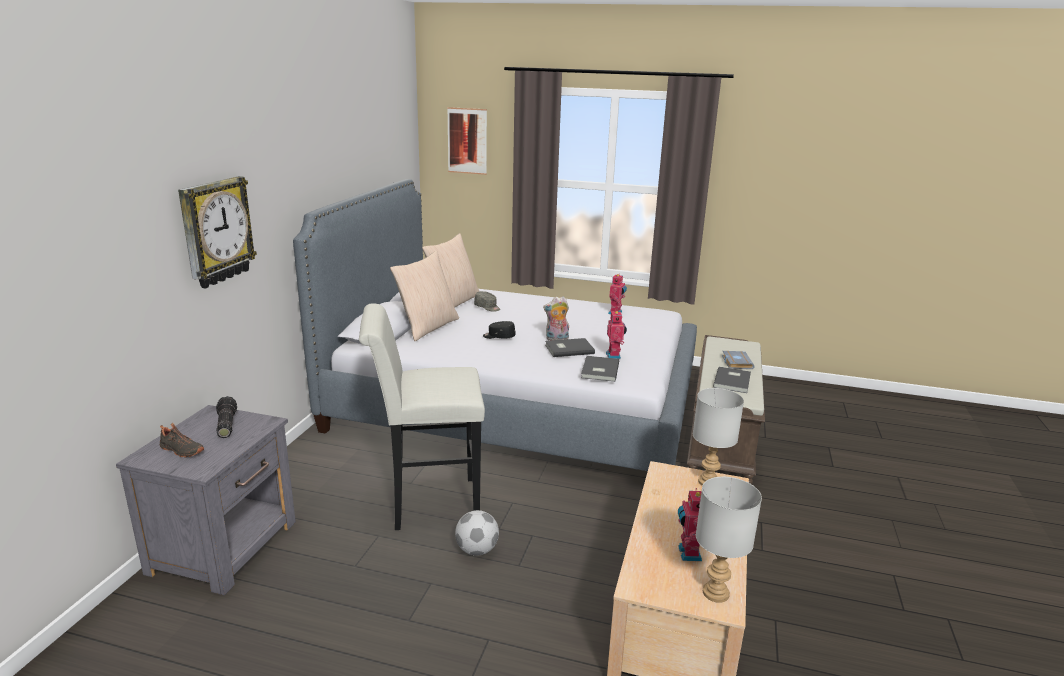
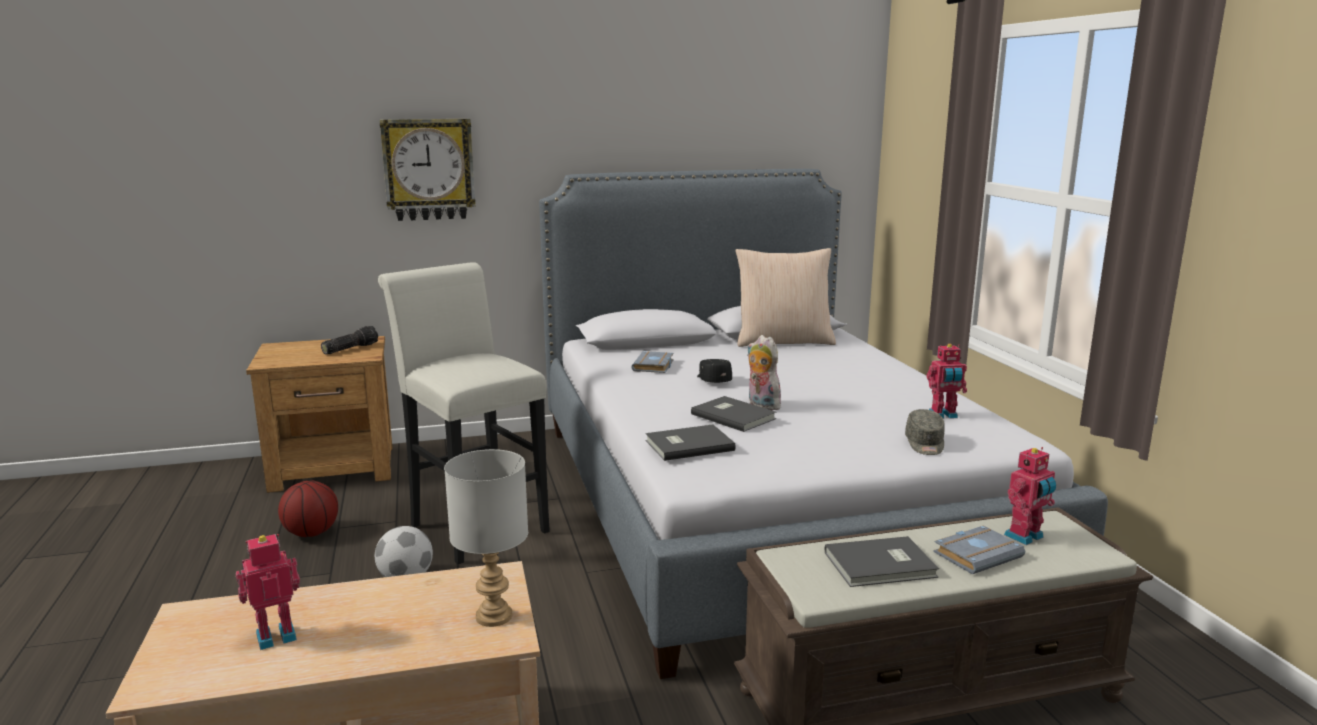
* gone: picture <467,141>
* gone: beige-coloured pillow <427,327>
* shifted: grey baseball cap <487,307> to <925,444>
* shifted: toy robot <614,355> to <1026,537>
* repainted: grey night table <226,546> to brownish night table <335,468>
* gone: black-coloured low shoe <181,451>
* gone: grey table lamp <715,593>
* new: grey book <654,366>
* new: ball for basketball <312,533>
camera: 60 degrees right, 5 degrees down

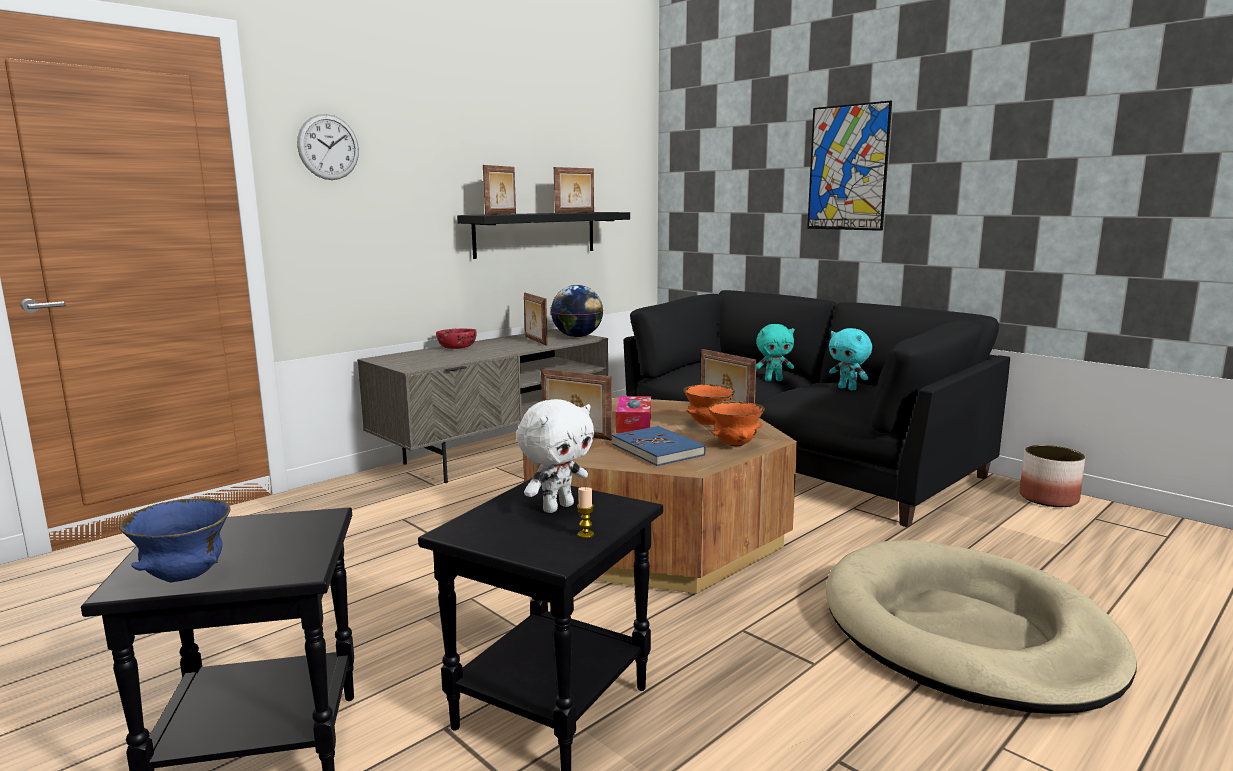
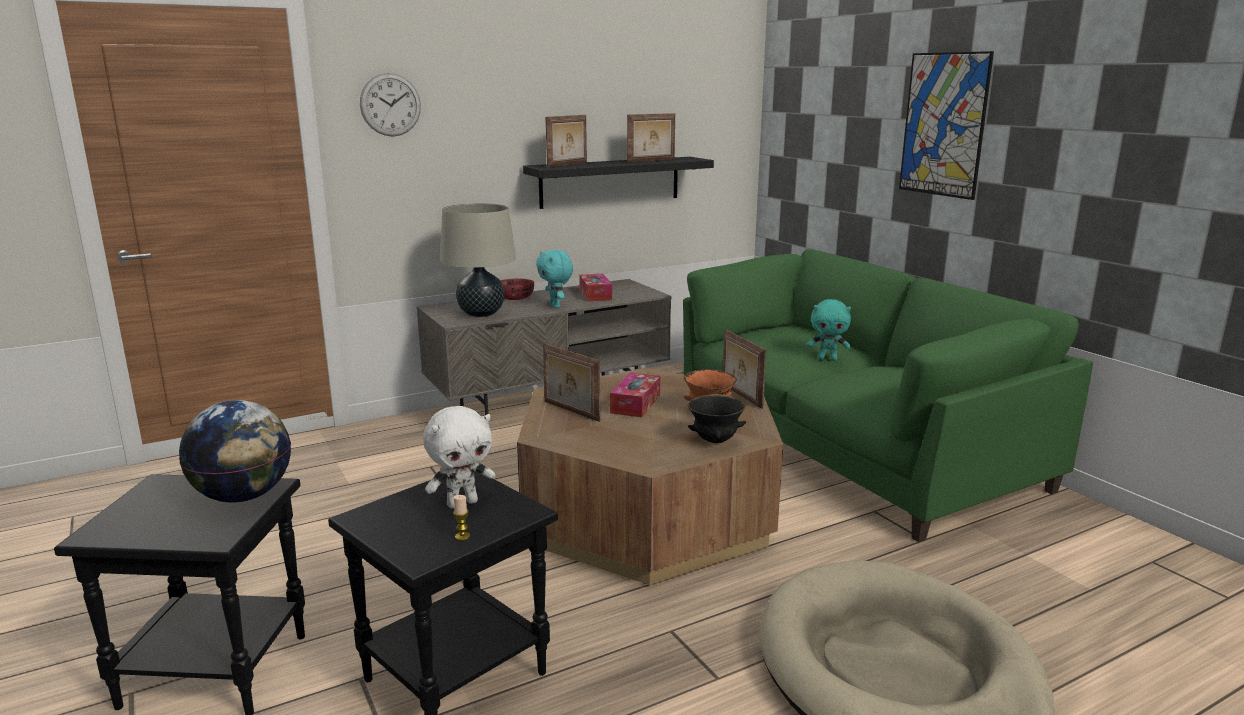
* shifted: world globe <577,336> to <243,496>
* repainted: black-coloured couch <797,460> to green couch <851,445>
* swapped: picture frame <535,341> to tissue box <595,294>
* shifted: turquoise cuddly toy <848,388> to <555,306>
* repainted: orange deep dish <735,444> to black-coloured deep dish <715,441>
* gone: bluish book <658,450>
* gone: plant pot <1049,498>
* gone: bluish deep dish <184,578>
* new: beige-coloured table lamp <481,313>
camera: 15 degrees right, 5 degrees up

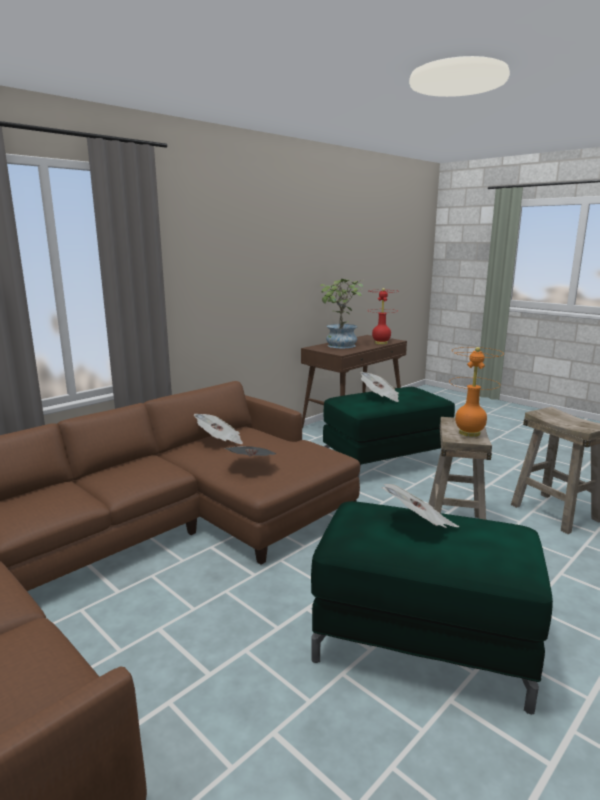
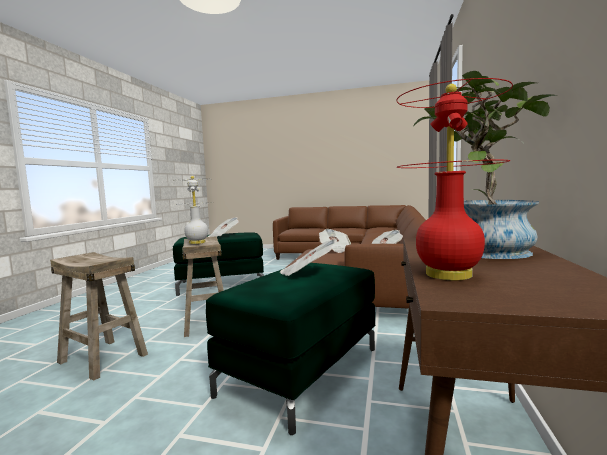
* repainted: orange table lamp <469,433> to white table lamp <197,242>
camera: 150 degrees right, 10 degrees down

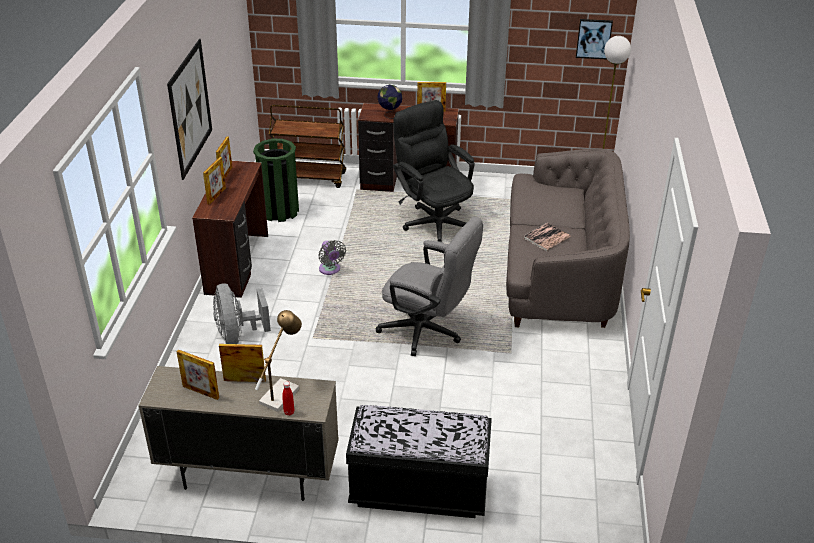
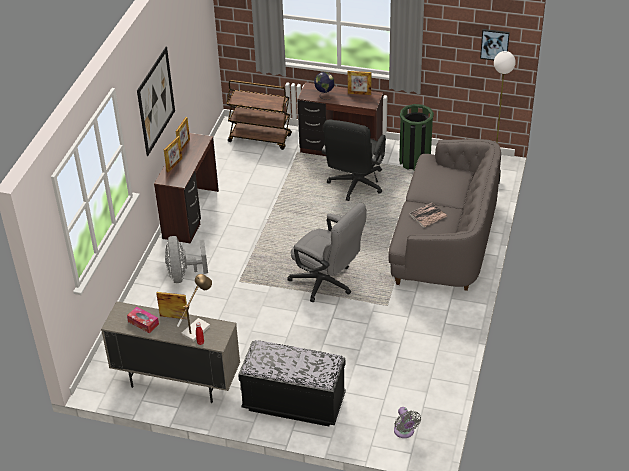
* rotated: black-coloured computer chair <434,221> = <354,186> 135 degrees counterclockwise
* shifted: green trash can <280,211> to <414,161>
* shifted: grey cooling fan <330,270> to <404,432>
* swapped: picture frame <200,392> to tissue box <143,323>
camera: 10 degrees right, 5 degrees up

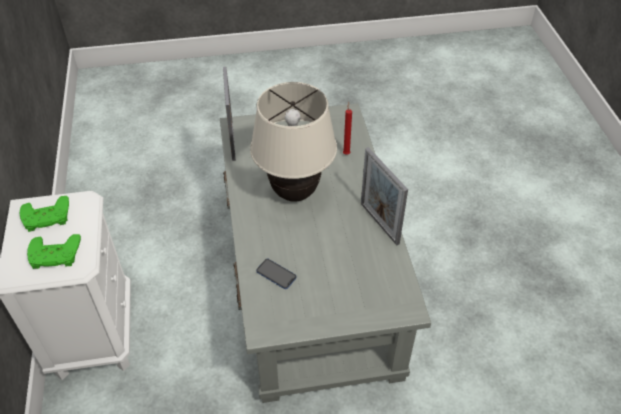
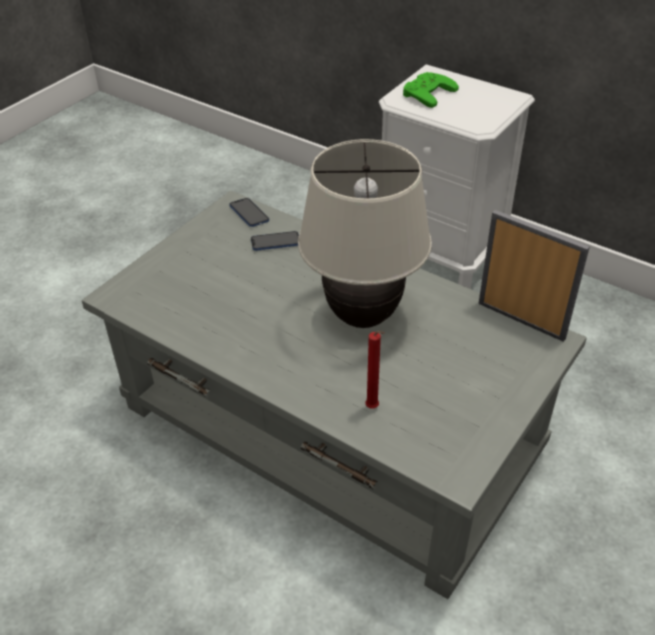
* gone: picture frame <379,223>
* gone: green joypad <46,218>
* new: telephone <249,213>
camera: 135 degrees right, 5 degrees down

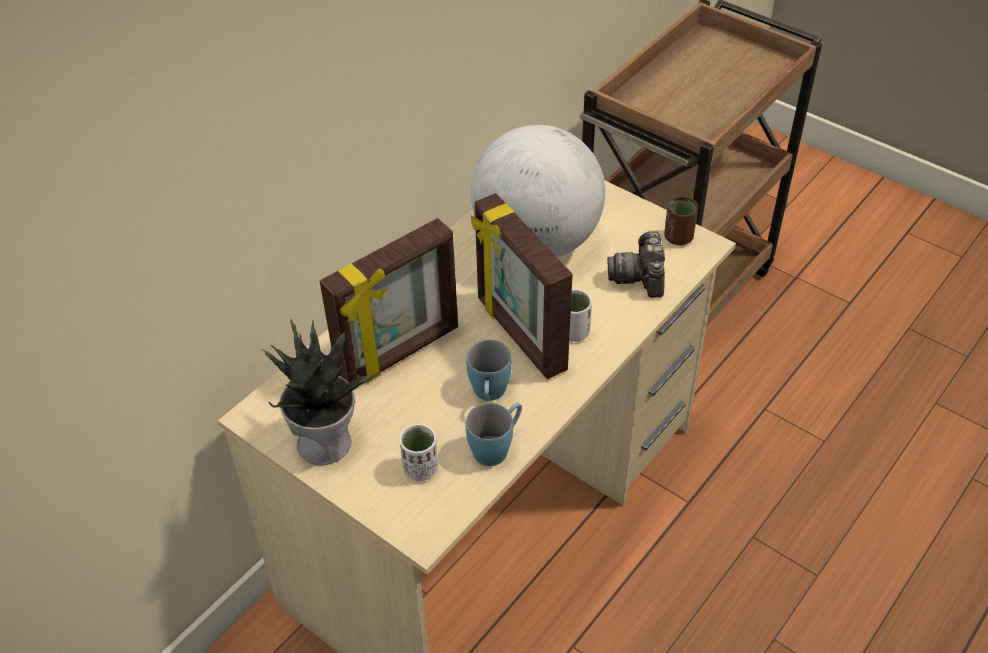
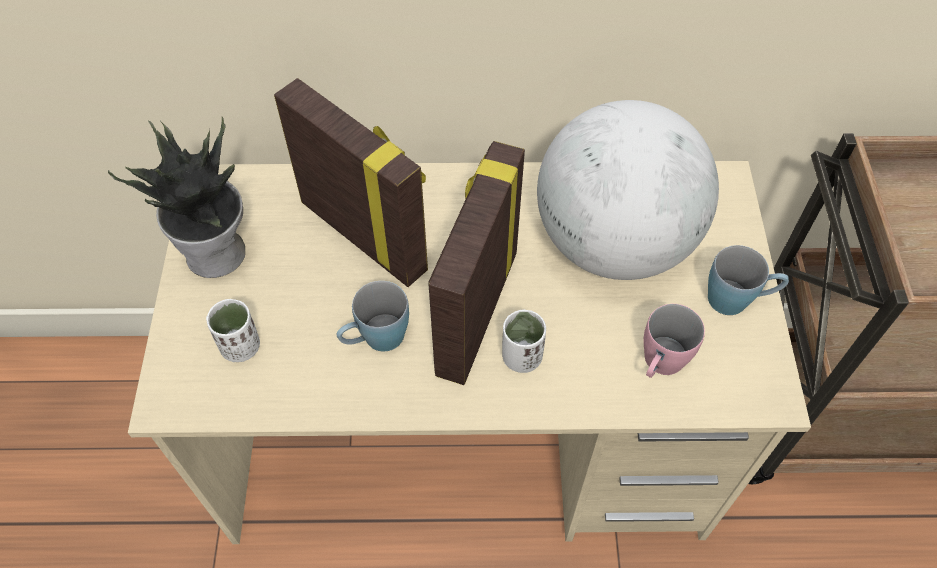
* gone: brownish small cup <678,237>
* rotated: picture frame <400,354> = <365,235> 150 degrees counterclockwise
* swapped: still camera <640,276> to pink mug <659,365>
* shifted: bluish mug <496,446> to <737,299>
camera: 50 degrees right, 10 degrees up

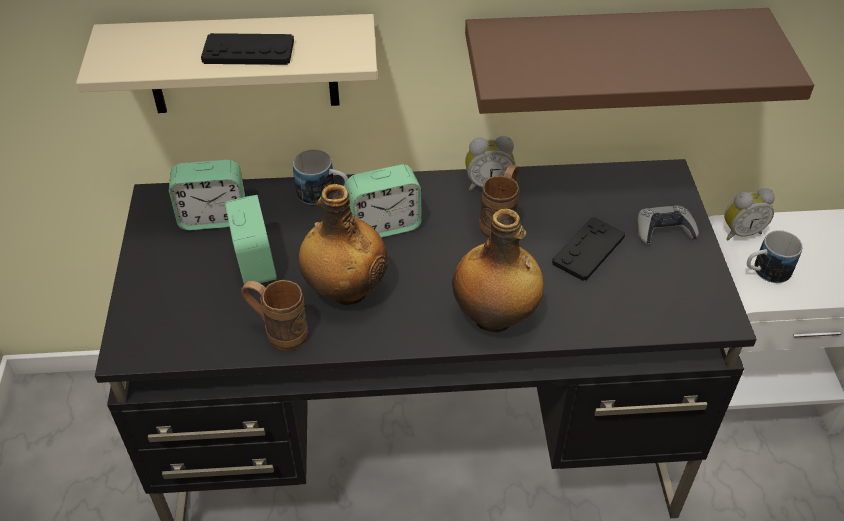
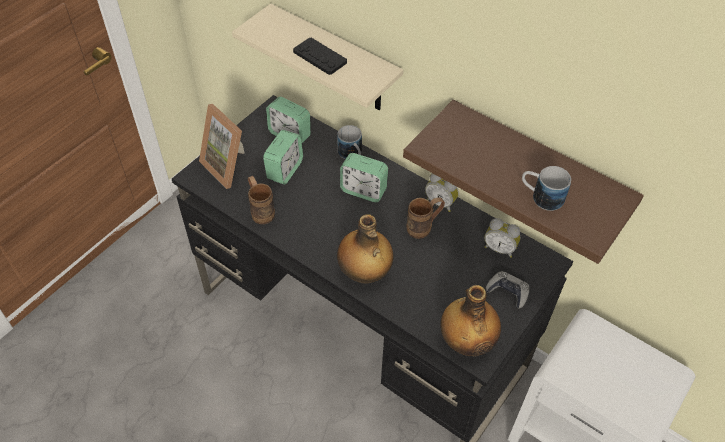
* shifted: bottle <346,290> to <466,342>
* shifted: bedside clock <740,232> to <499,248>
* gone: black-coloured joypad <588,250>
* shifted: mug <764,272> to <541,197>
* new: picture frame <229,166>
camera: 40 degrees right, 5 degrees up

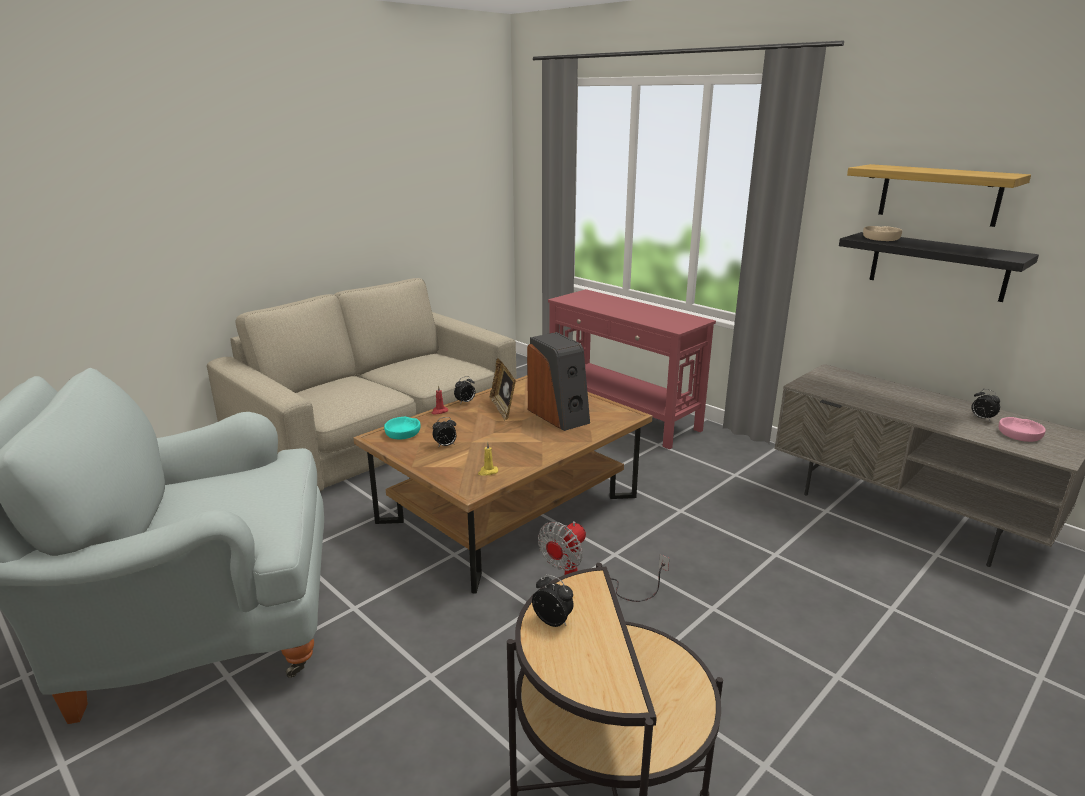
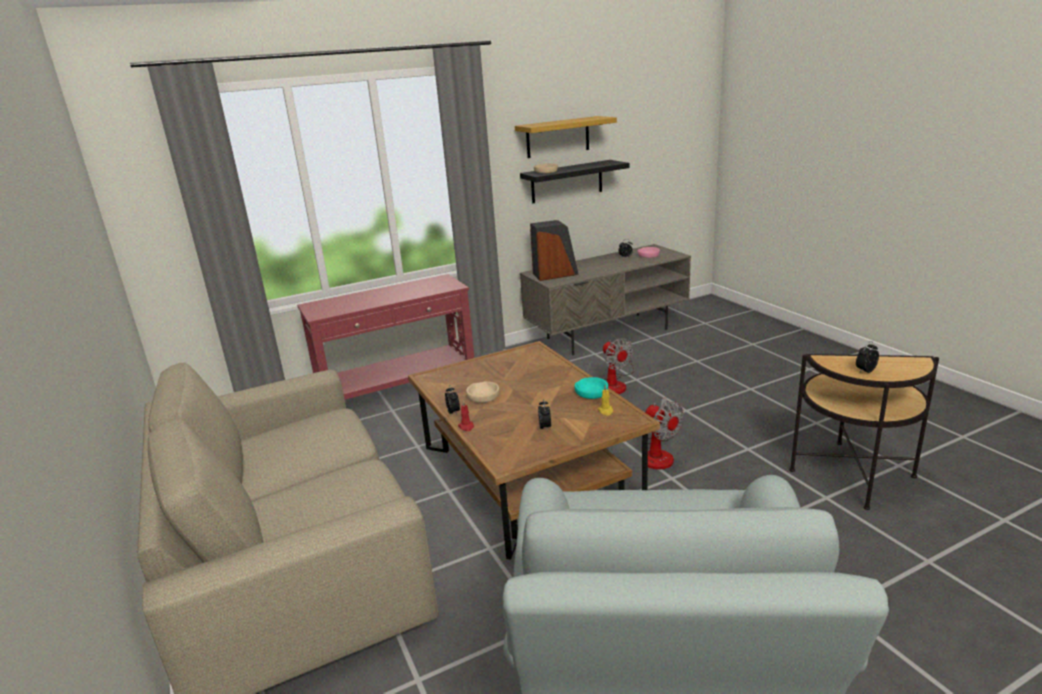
* shifted: speaker <559,415> to <555,274>
* swapped: picture frame <503,409> to beige-coloured deep dish <483,396>
* shifted: turquoise deep dish <403,432> to <591,392>
* new: cooling fan <616,384>
camera: 70 degrees left, 0 degrees up

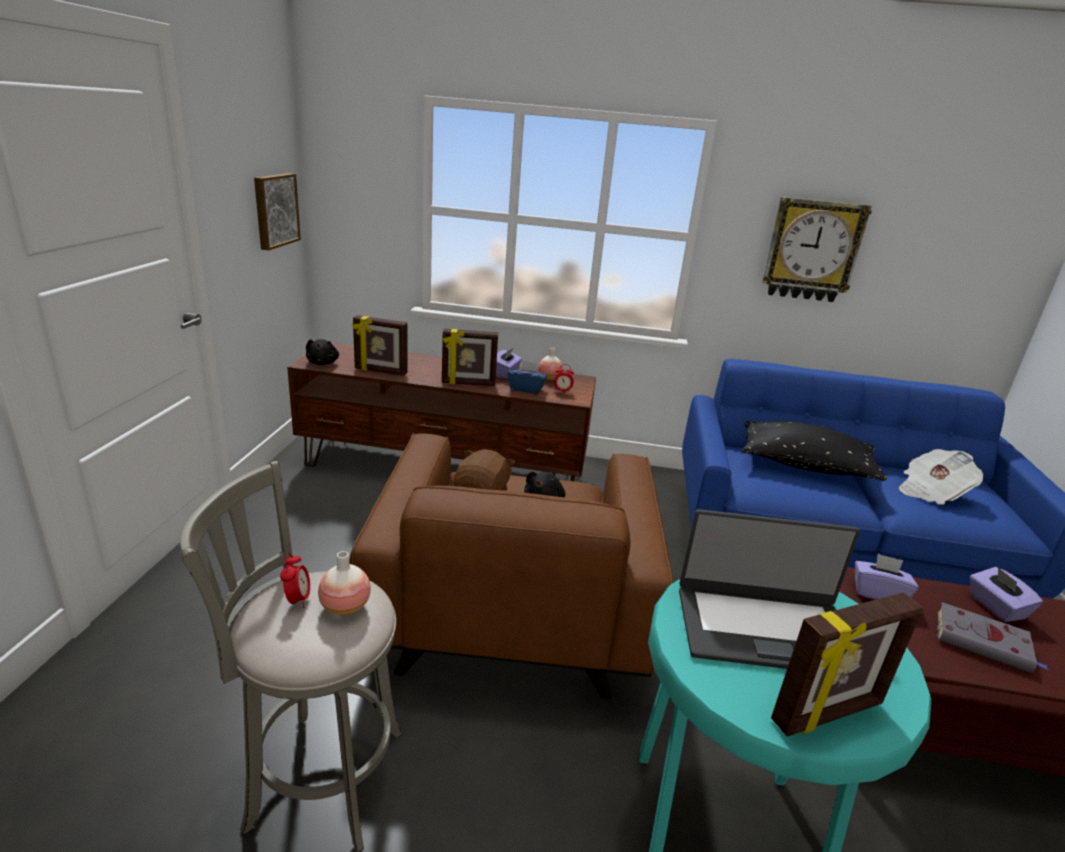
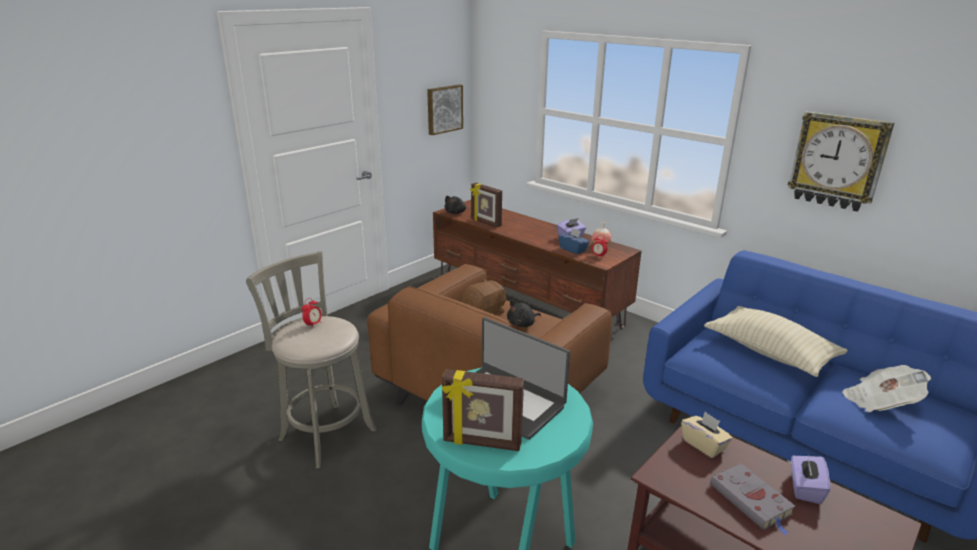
* gone: picture frame <468,384>
* repainted: black-coloured pillow <805,466> to beige-coloured pillow <770,352>
* gone: vase <345,607>
* repainted: purple tissue box <878,593> to beige-coloured tissue box <704,445>
camera: 35 degrees right, 0 degrees up

